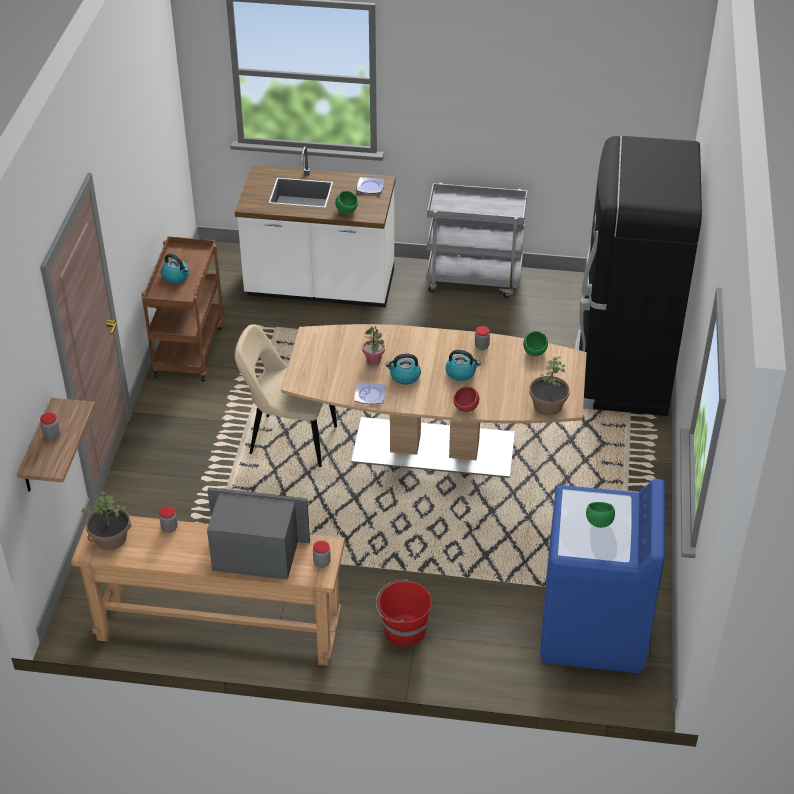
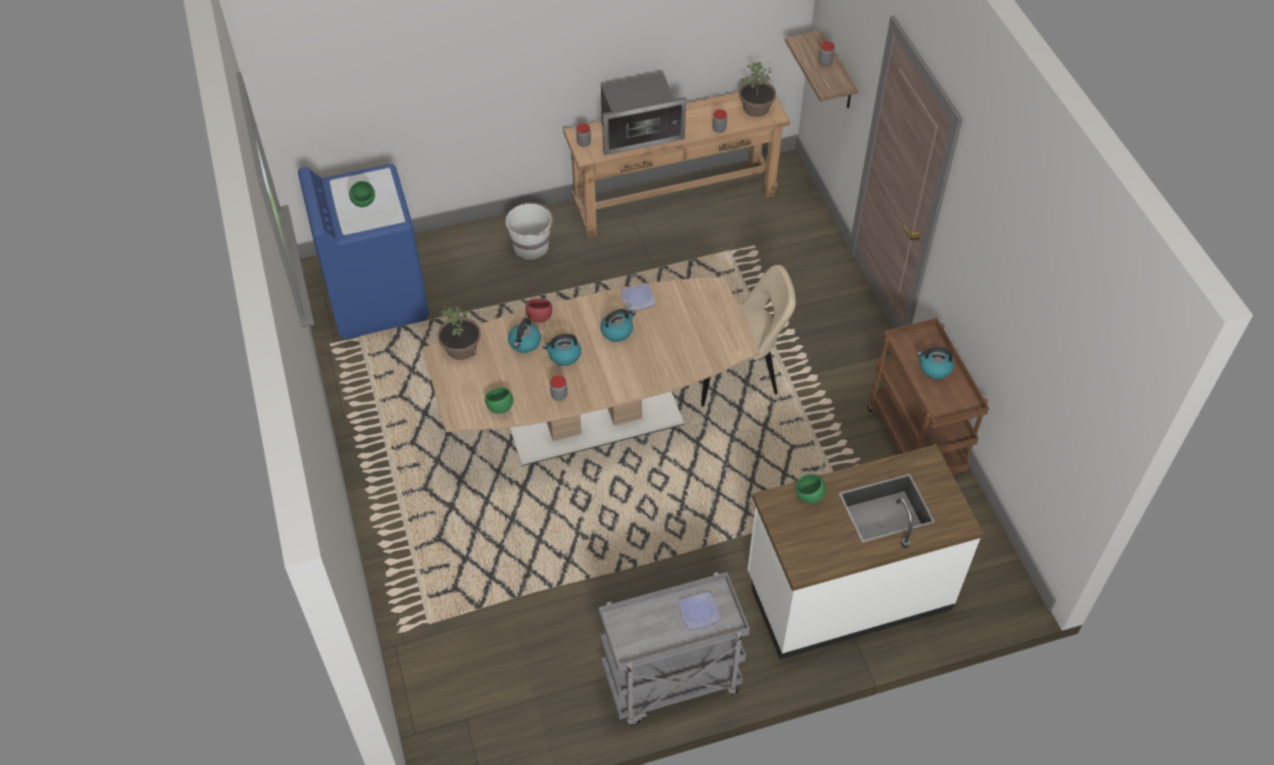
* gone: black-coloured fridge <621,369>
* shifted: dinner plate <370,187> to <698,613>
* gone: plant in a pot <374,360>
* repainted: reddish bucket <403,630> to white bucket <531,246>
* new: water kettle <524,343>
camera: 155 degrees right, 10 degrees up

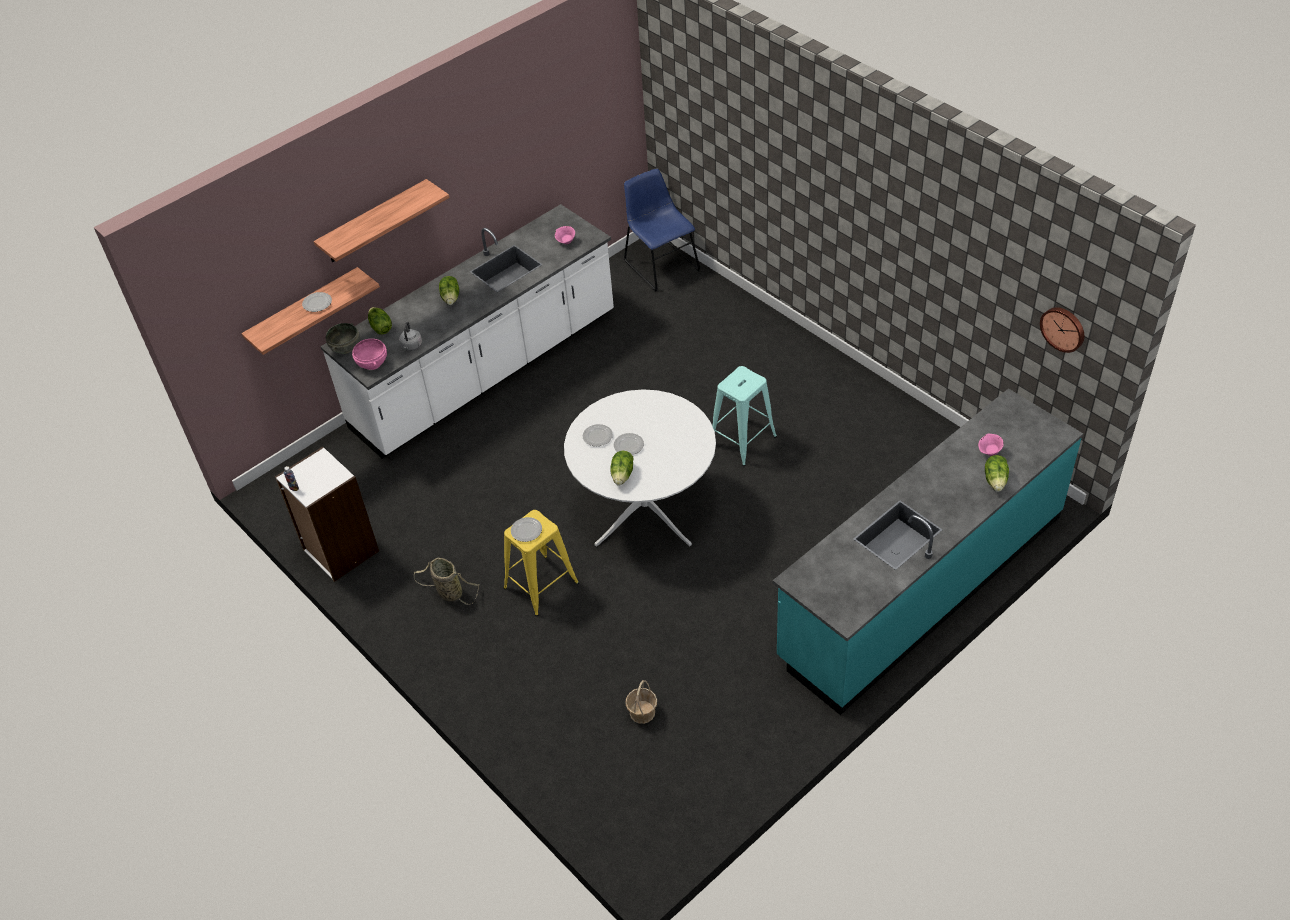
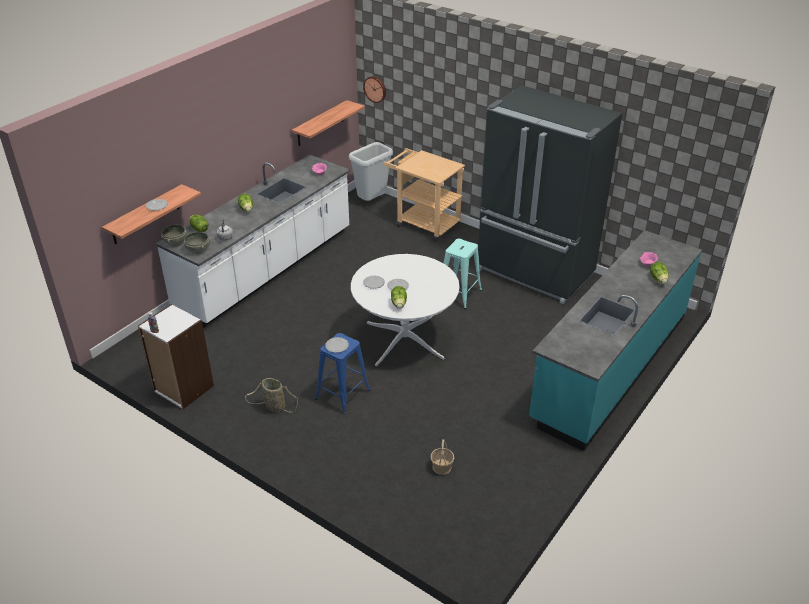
* swapped: bluish plain chair <660,264> to grey trash can <371,201>
* shifted: wall shelf <374,222> to <320,123>
* shifted: clock on the wall <1063,328> to <375,89>
* repainted: pink deep dish <373,363> to grey deep dish <198,250>
* repainted: yellowish stool seat <541,585> to bluish stool seat <342,394>
* new: black-coloured fridge <534,273>
* new: beige-coloured wheeled cart <423,223>
camera: 15 degrees left, 10 degrees down

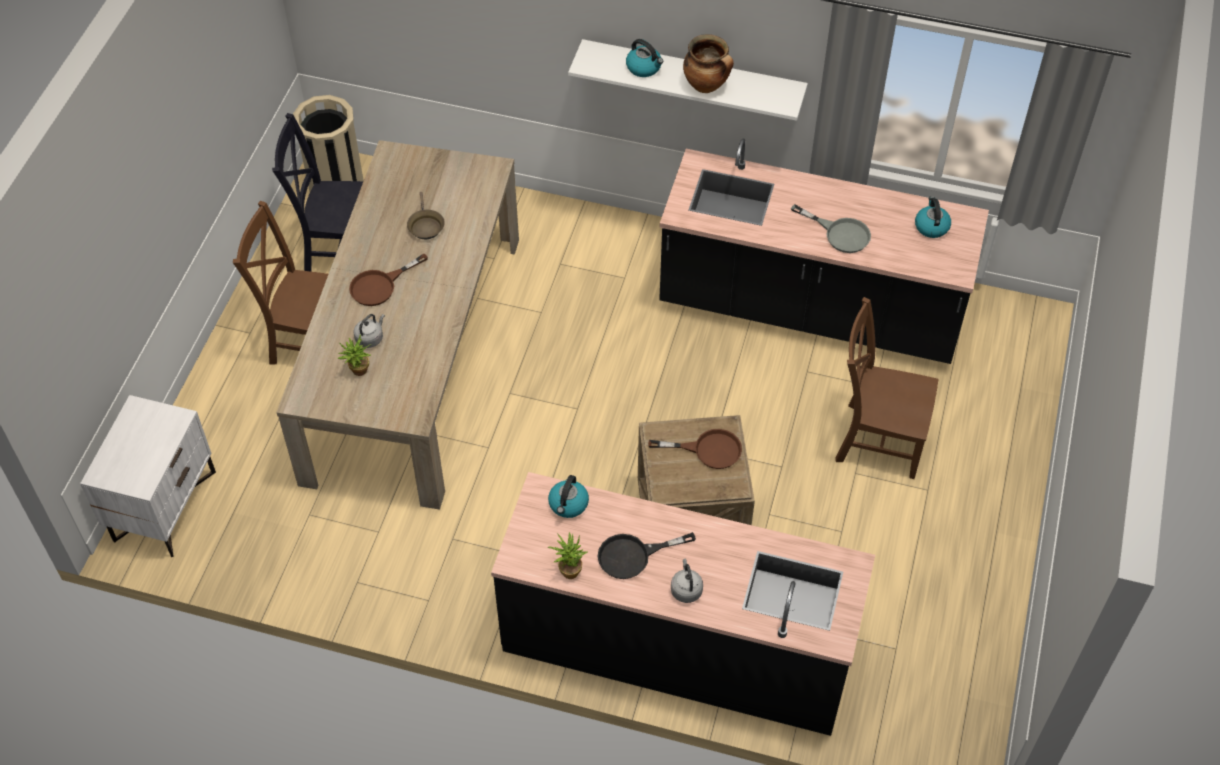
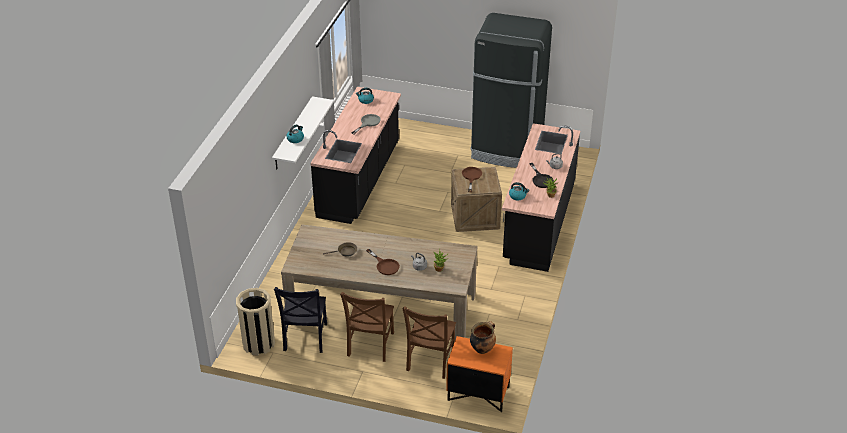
* shifted: cooking pot <707,86> to <482,348>
* shifted: brownish plain chair <876,439> to <430,361>
* repainted: white night table <164,505> to orange night table <478,394>
* new: black-coloured fridge <507,151>
camera: 90 degrees left, 15 degrees down

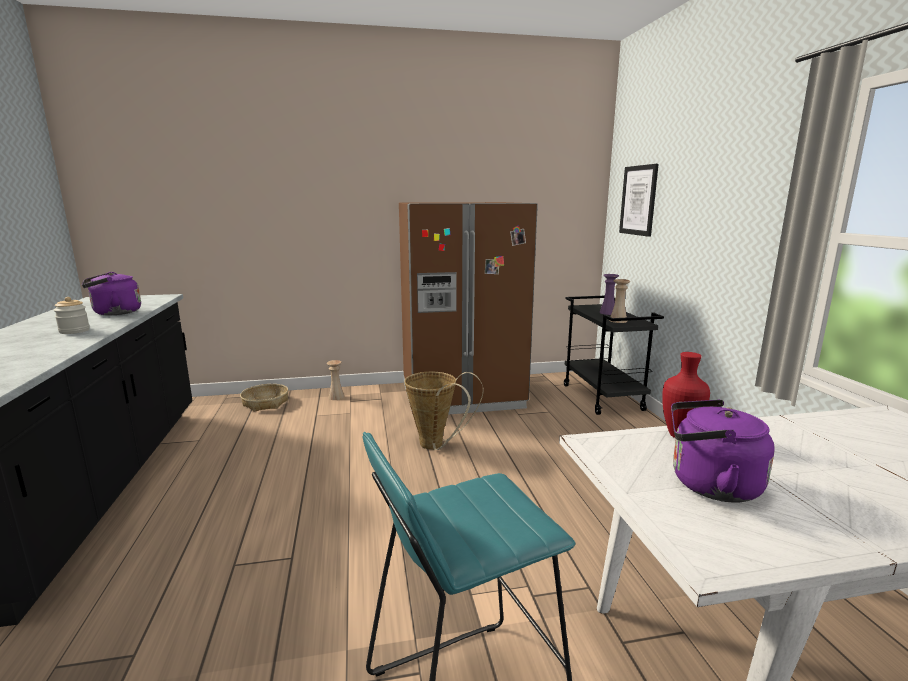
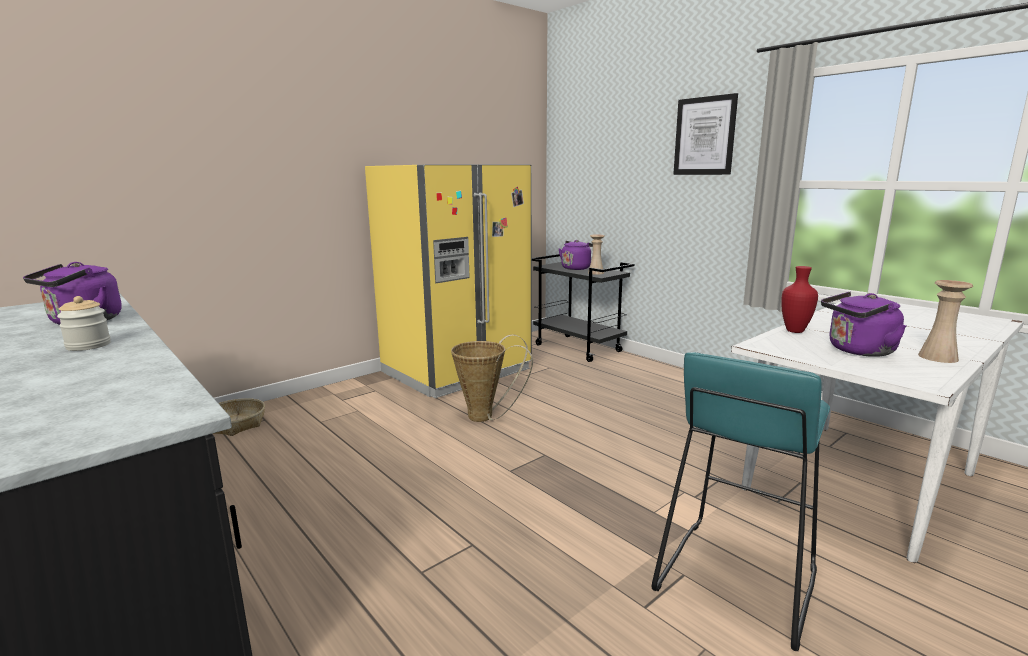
* shifted: picture <638,200> to <704,136>
* repainted: brownish fridge <462,396> to yellowish fridge <456,371>
* swapped: purple vase <607,313> to purple water kettle <576,268>
* shifted: beige-coloured vase <336,397> to <938,357>
camera: 30 degrees left, 0 degrees up

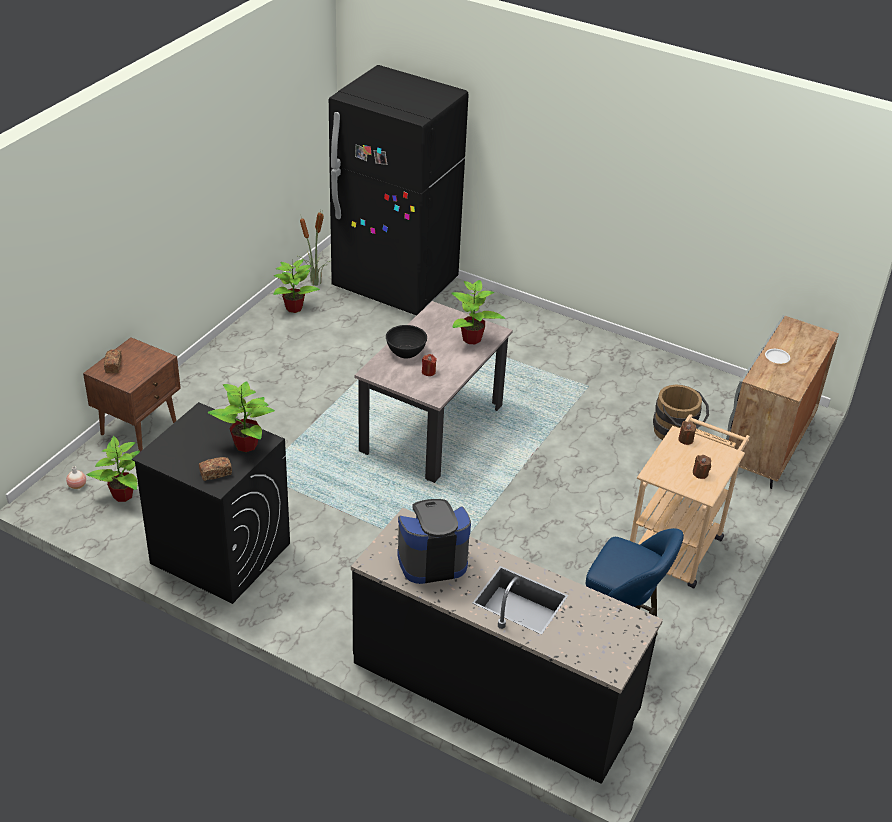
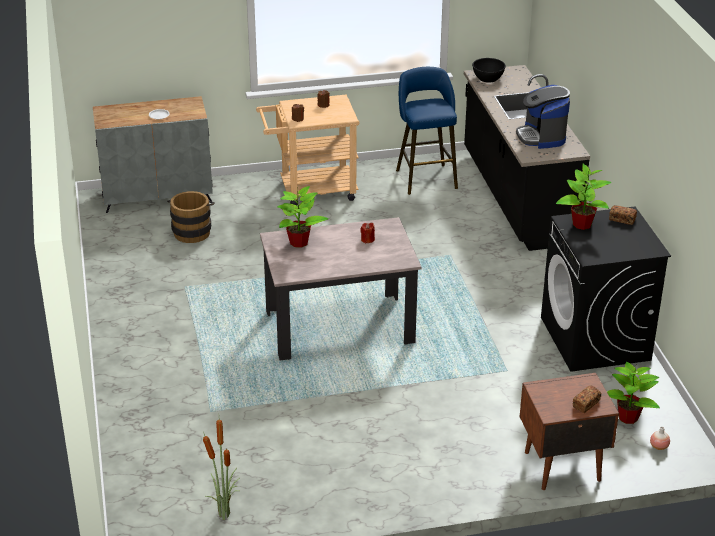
* gone: black-coloured fridge <395,285>
* gone: plant in a pot <294,308>
* shifted: black-coloured deep dish <406,352> to <488,78>
* rotated: coffee machine <432,560> = <541,137> 45 degrees clockwise
camera: 130 degrees left, 5 degrees down

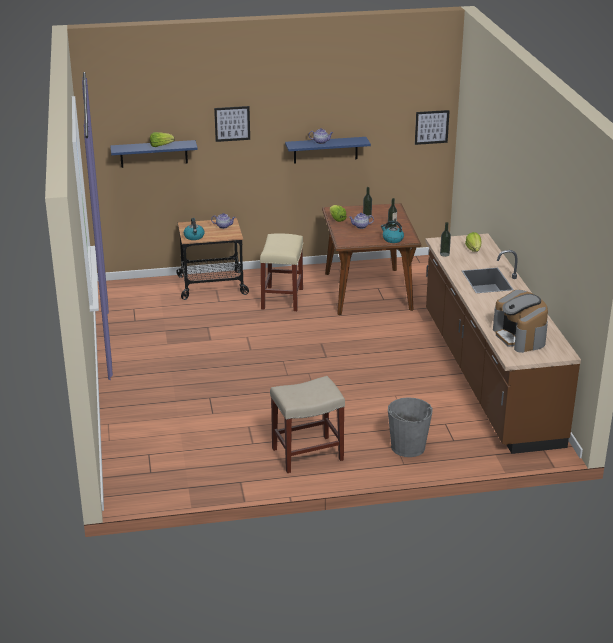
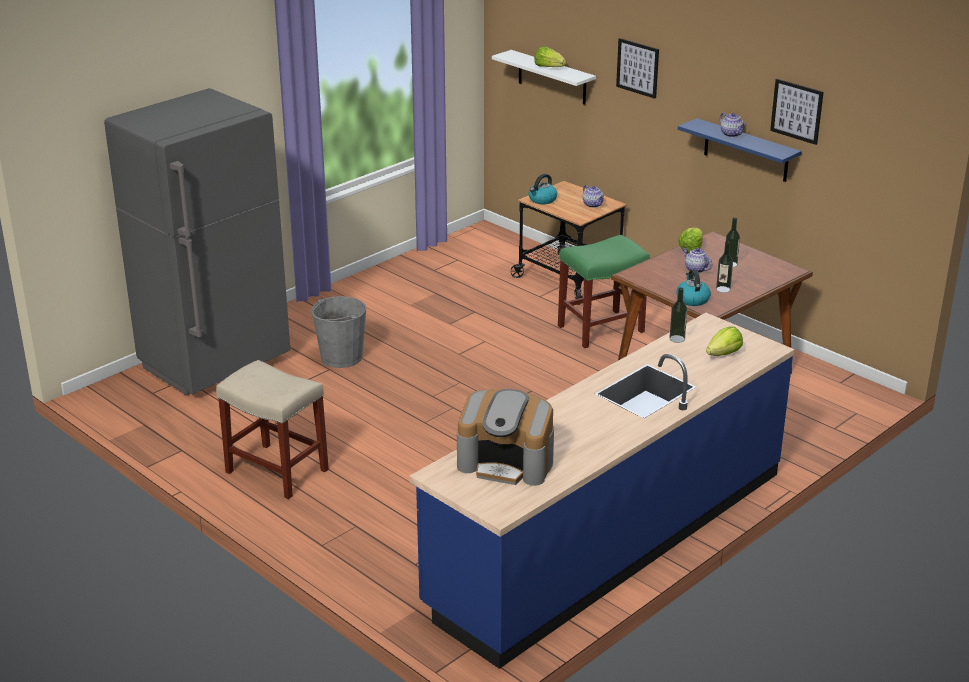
* shifted: picture <431,127> to <796,111>
* repainted: bluish wall shelf <153,153> to white wall shelf <552,78>
* repainted: beige-coloured stool seat <282,298> to green stool seat <601,328>
* repainted: brownish kitchen counter <488,376> to bluish kitchen counter <608,538>
* rotated: coffee machine <520,337> = <507,462> 105 degrees counterclockwise
* shifted: grey bucket <408,447> to <341,357>
* new: grey fridge <216,364>
camera: 55 degrees right, 0 degrees up

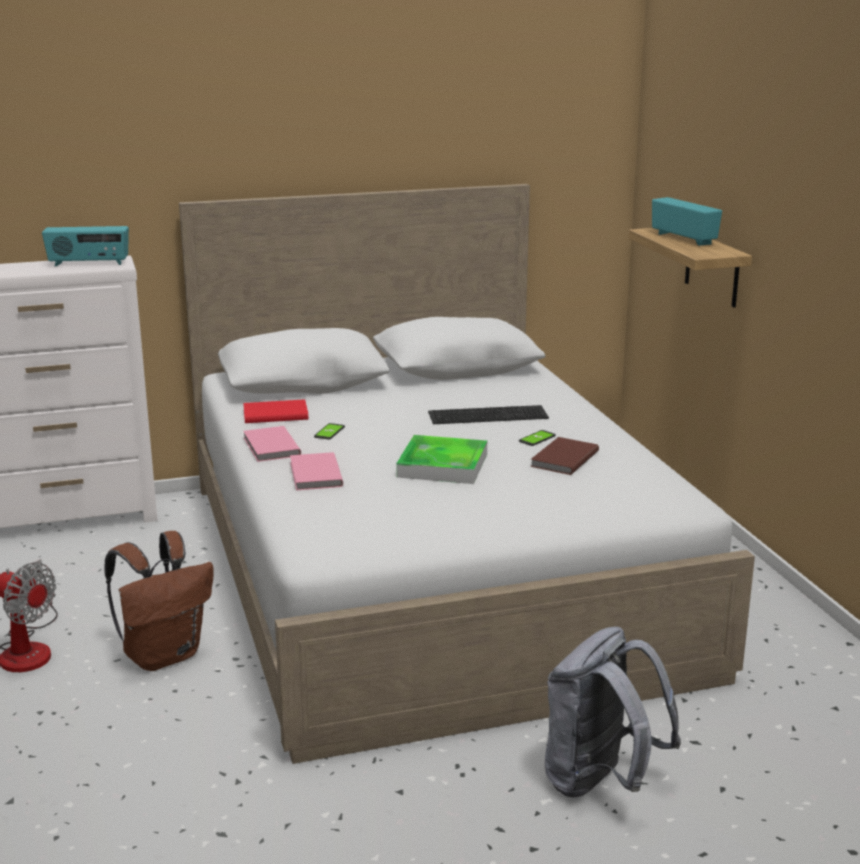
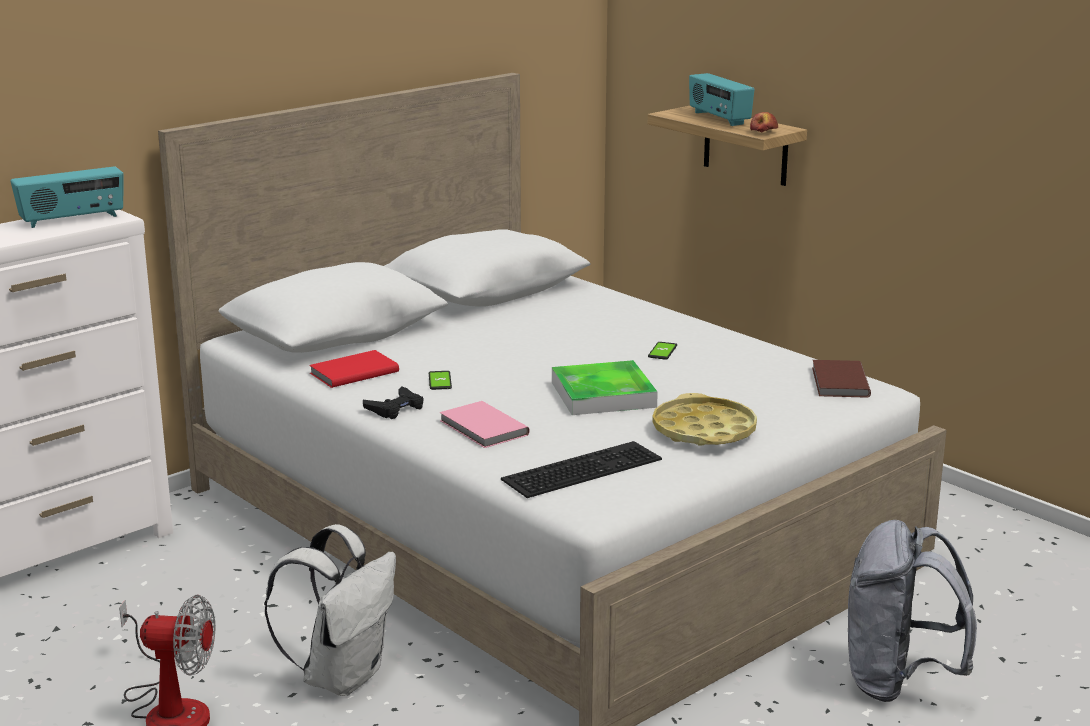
* rotated: radio <684,239> = <718,118> 150 degrees counterclockwise
* shifted: computer keyboard <488,414> to <582,468>
* swapped: pink book <270,447> to black-coloured joypad <395,408>
* shifted: brownish book <562,459> to <838,382>
* repainted: brownish knapsack <164,655> to white knapsack <342,676>
* new: apple fruit <764,132>
* new: yellowish carrying tray <703,431>
camera: 25 degrees left, 0 degrees up

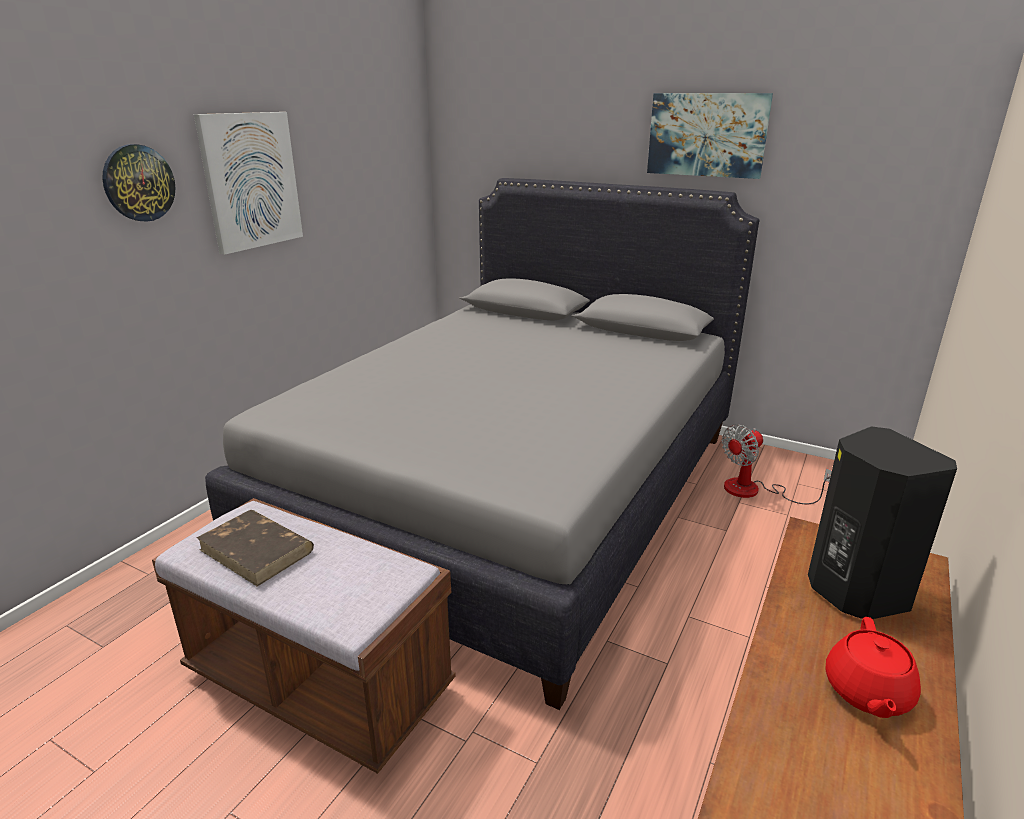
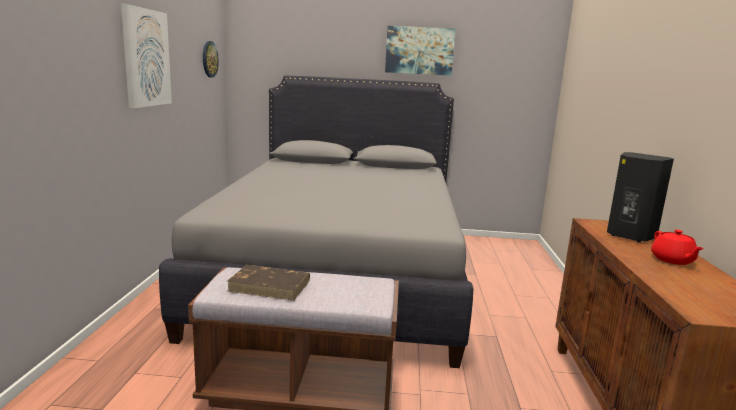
* shifted: clock on the wall <138,183> to <209,59>
* gone: cooling fan <754,491>
camera: 25 degrees left, 10 degrees down

